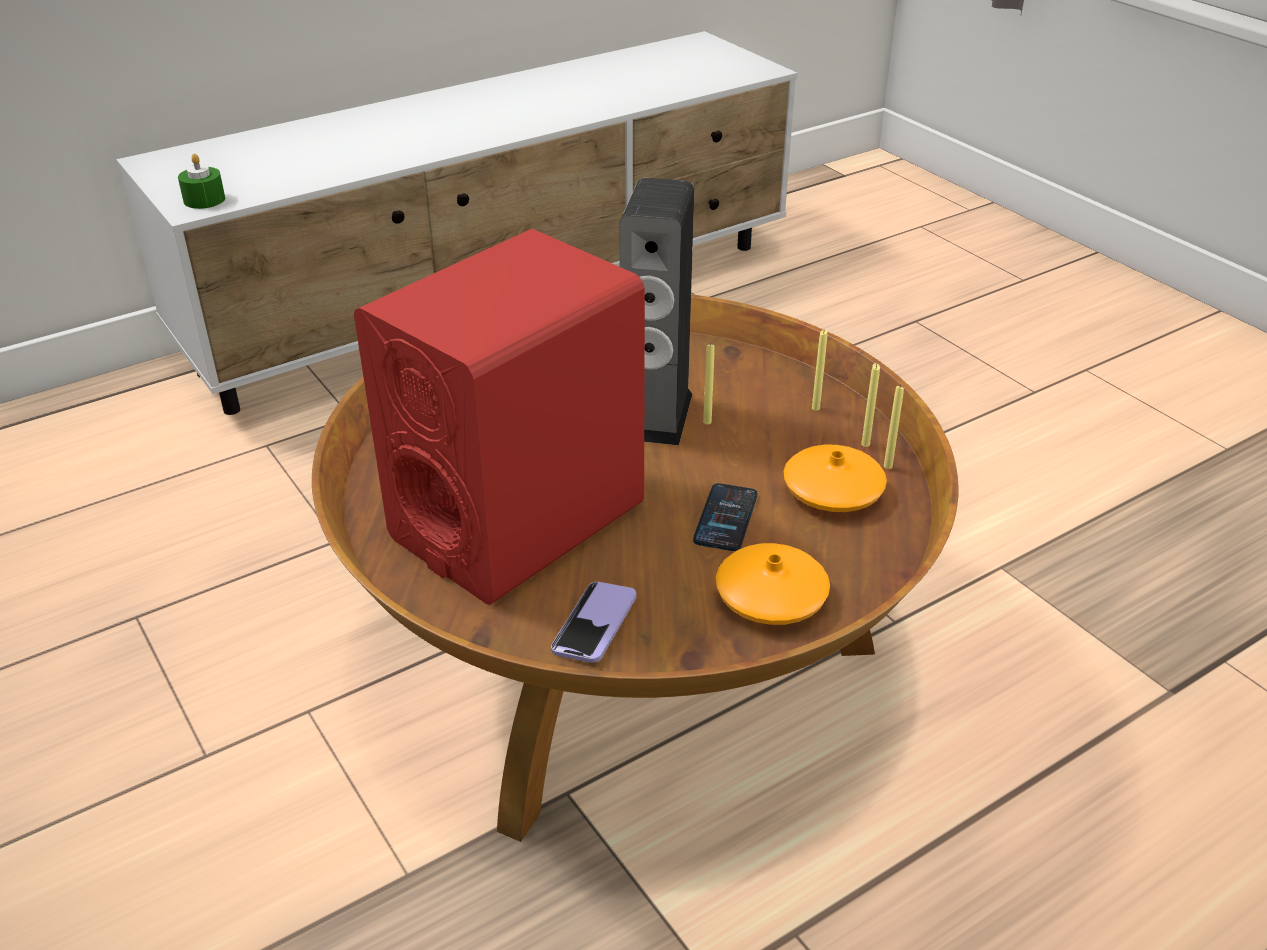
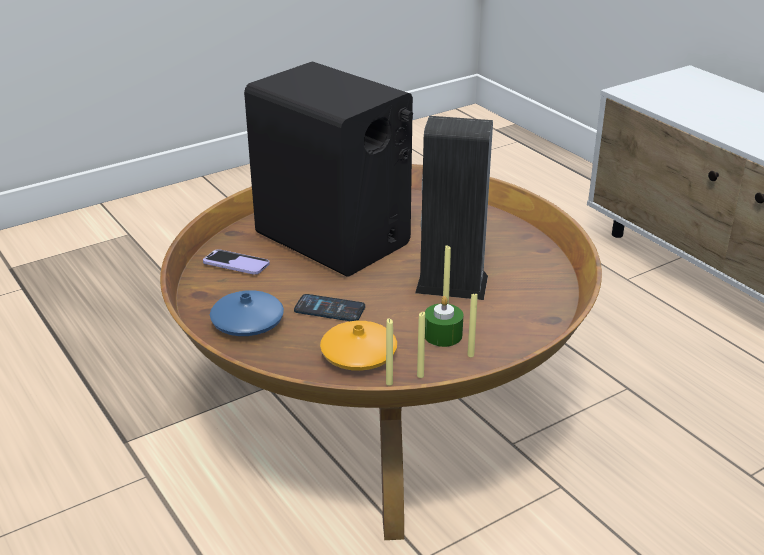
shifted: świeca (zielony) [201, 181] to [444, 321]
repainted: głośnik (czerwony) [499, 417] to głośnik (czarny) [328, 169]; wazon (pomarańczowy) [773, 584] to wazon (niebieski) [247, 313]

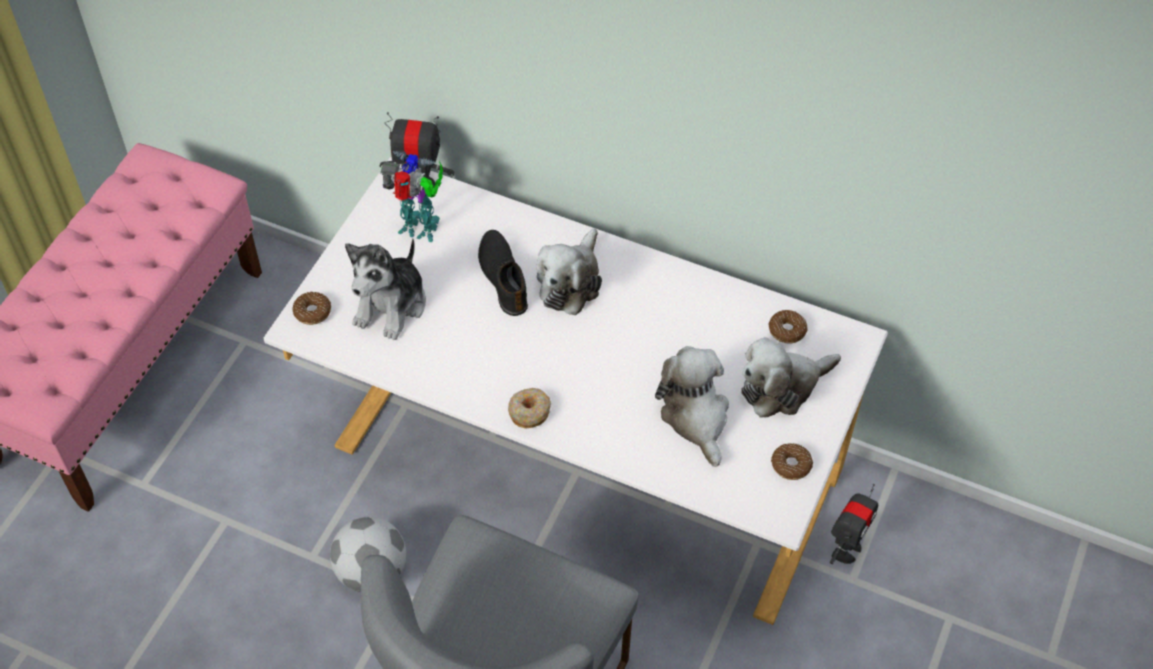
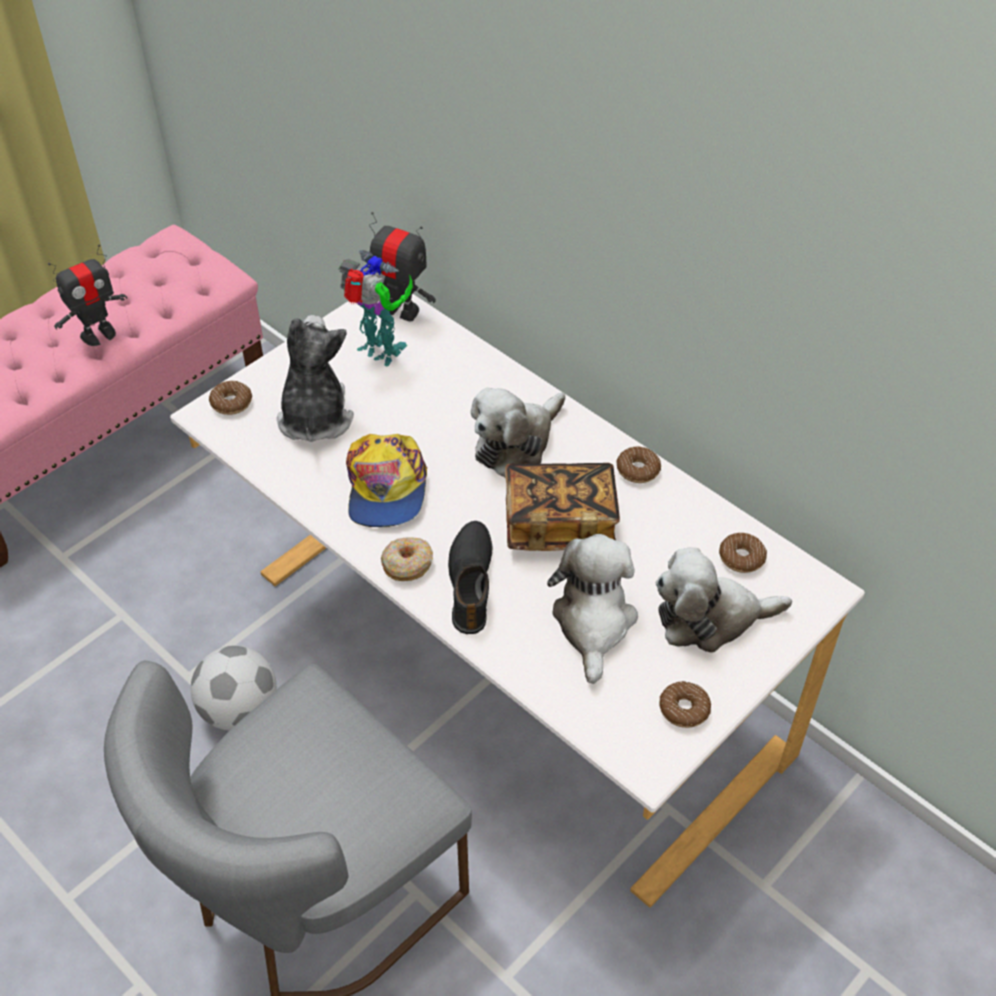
new: czapka z daszkiem [386, 480]; książka [562, 507]; donut [638, 465]
shifted: but (czarny) [503, 273] to [470, 577]; robot zabawkowy [854, 524] to [87, 295]
rotated: pluszak [385, 289] = [315, 378] 135 degrees clockwise

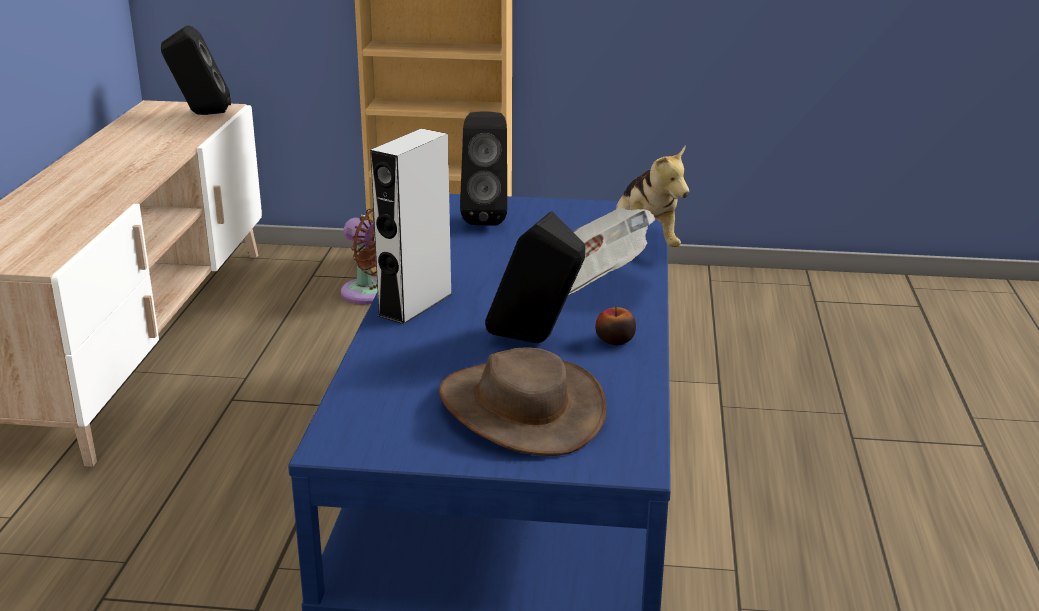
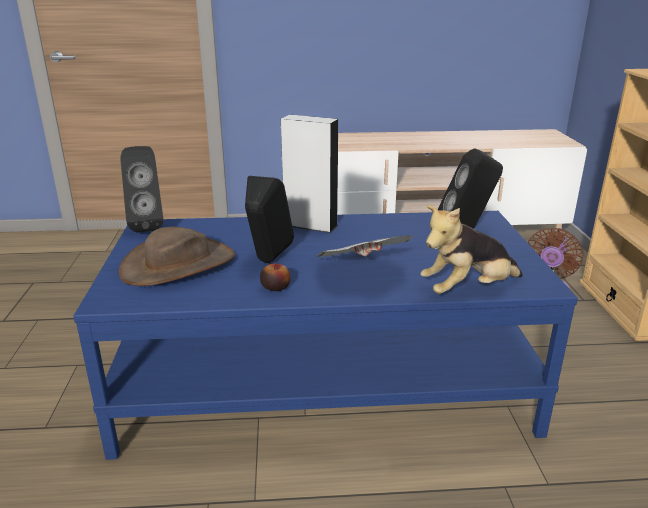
shifted: głośnik (czarny) [196, 70] to [142, 189]

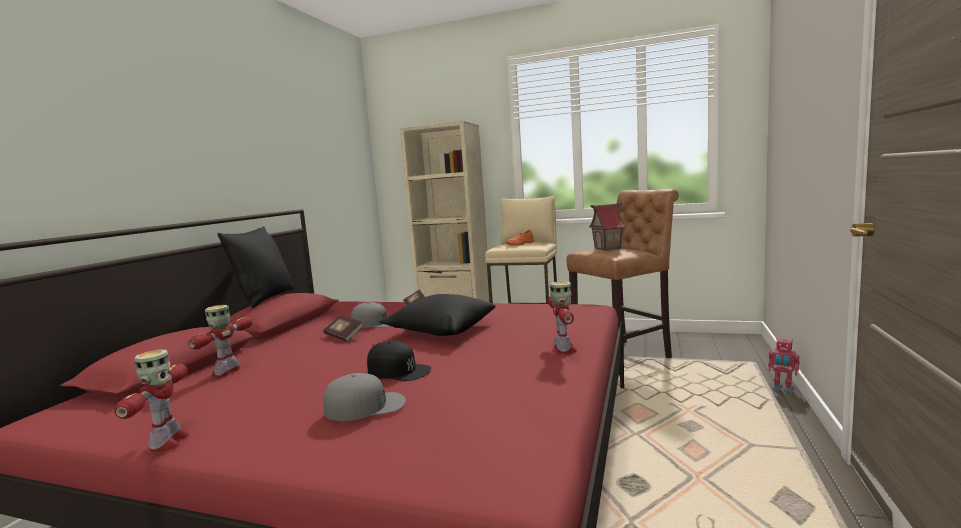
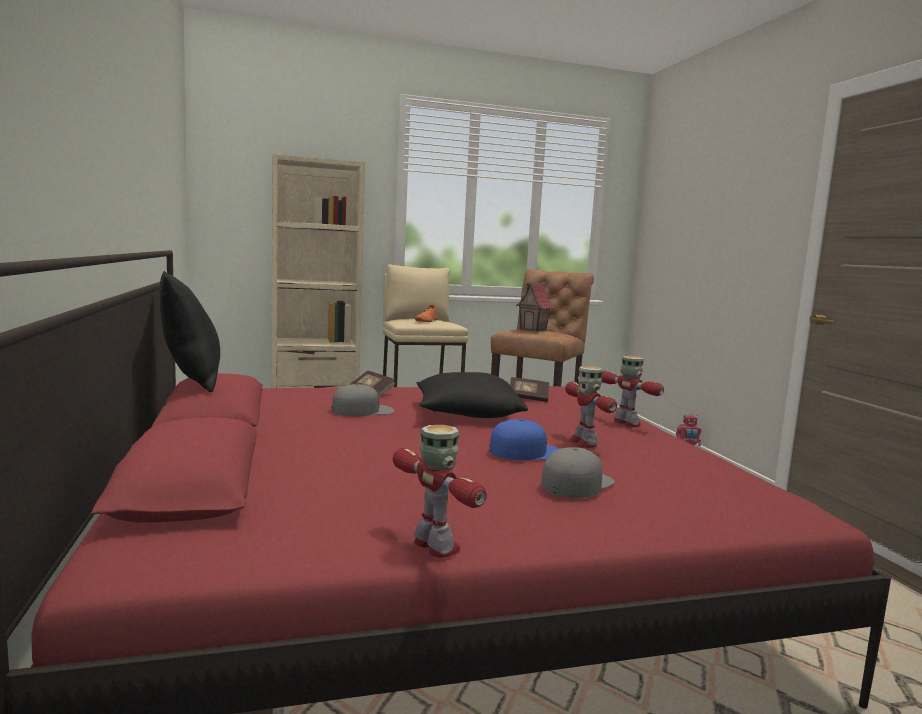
shifted: robot zabawkowy [220, 341] to [591, 407]; książka [343, 328] to [529, 389]
repainted: czapka z daszkiem (czarny) [399, 361] to czapka z daszkiem (niebieski) [524, 439]

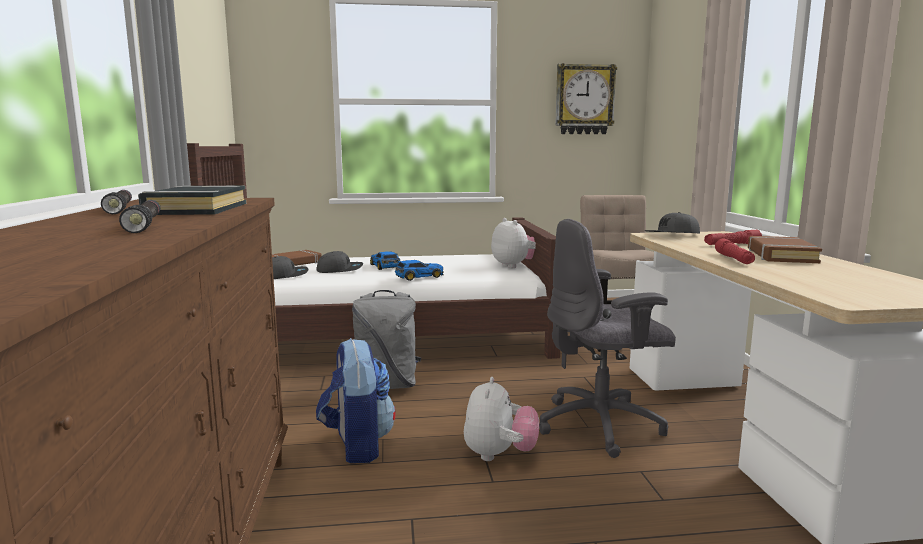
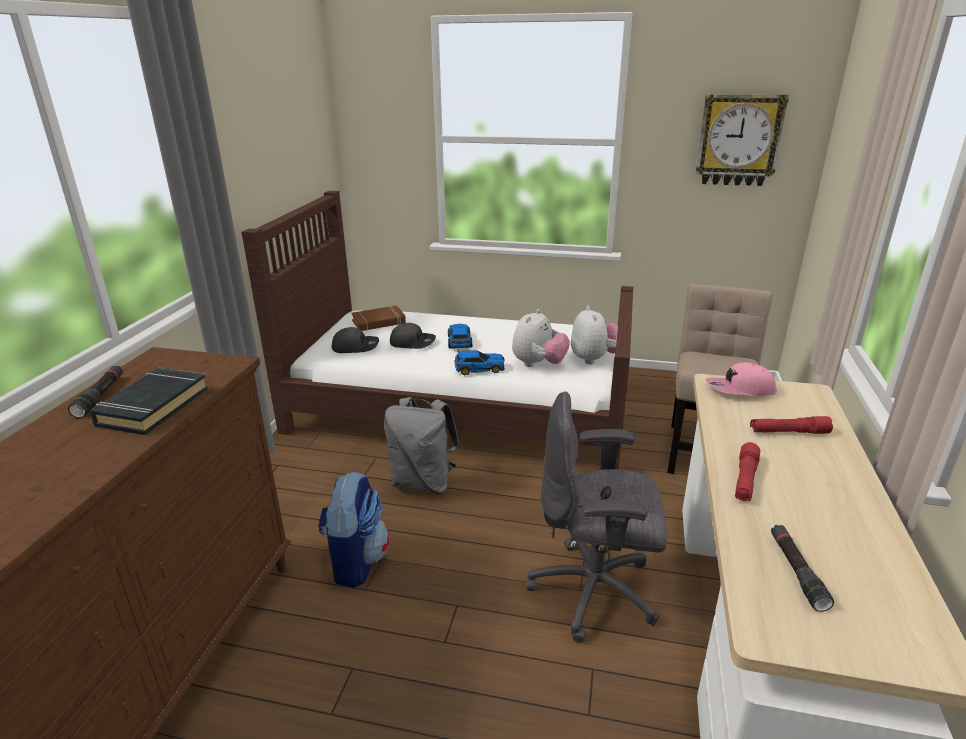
gone: książka (brązowy) [785, 249]
shifted: latarka (czarny) [140, 216] to [802, 568]; pluszak [501, 419] to [541, 338]
repainted: czapka z daszkiem (szary) [672, 223] to czapka z daszkiem (różowy) [741, 379]

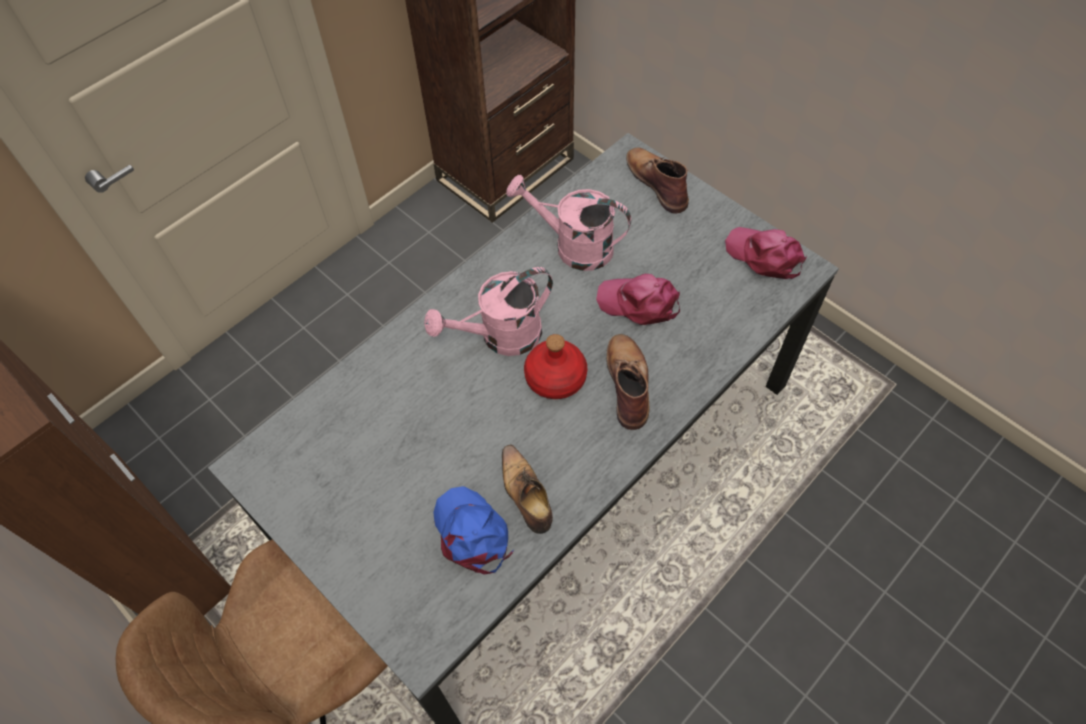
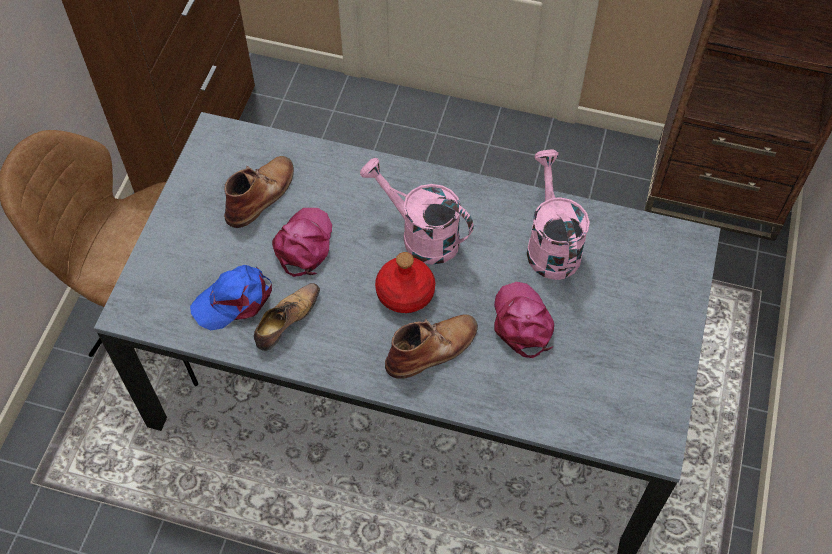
shifted: but z cholewką (brązowy) [657, 181] to [259, 192]; czapka z daszkiem (różowy) [766, 253] to [302, 242]
rotated: czapka z daszkiem (niebieski) [473, 530] = [231, 298] 150 degrees counterclockwise

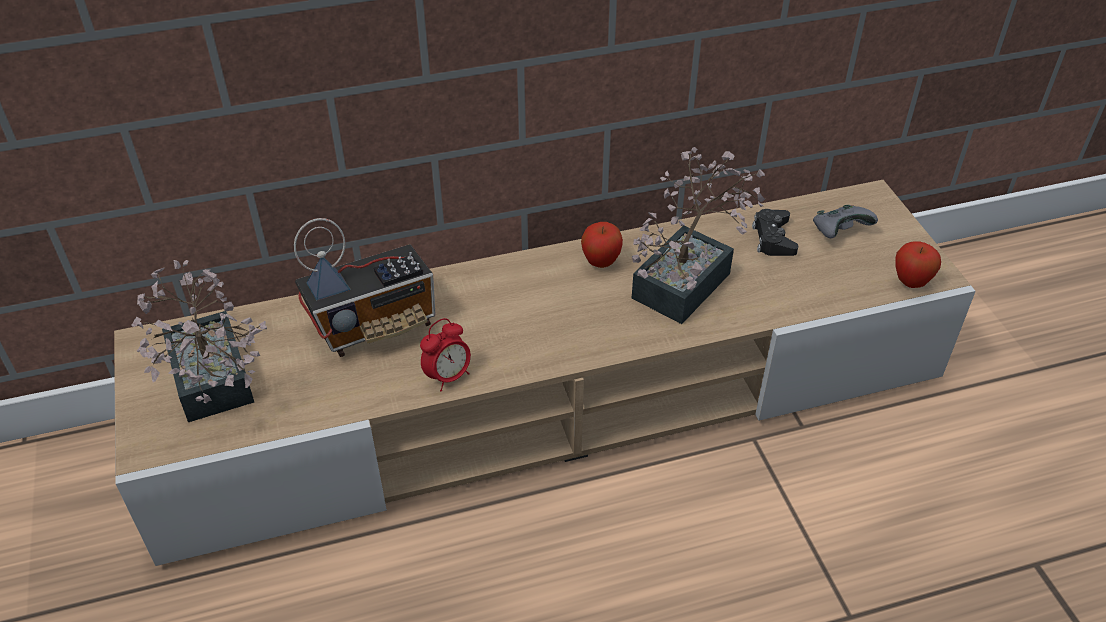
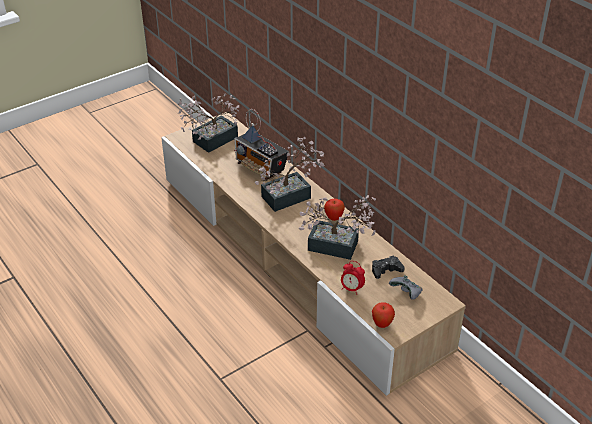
new: roślina doniczkowa [290, 174]
shifted: budzik [445, 355] to [353, 277]

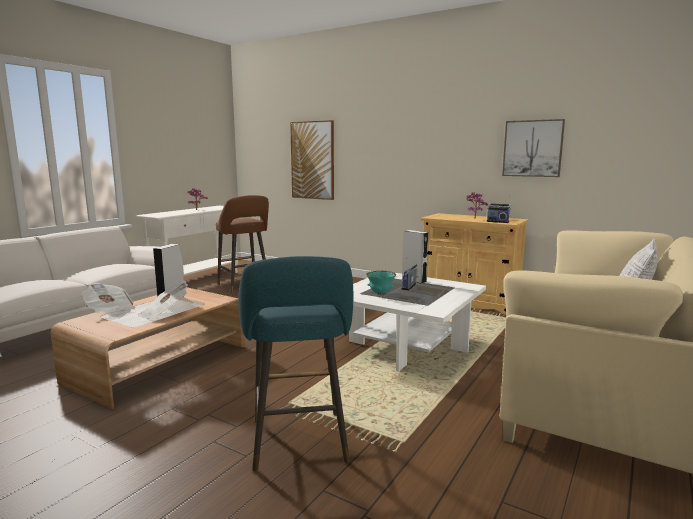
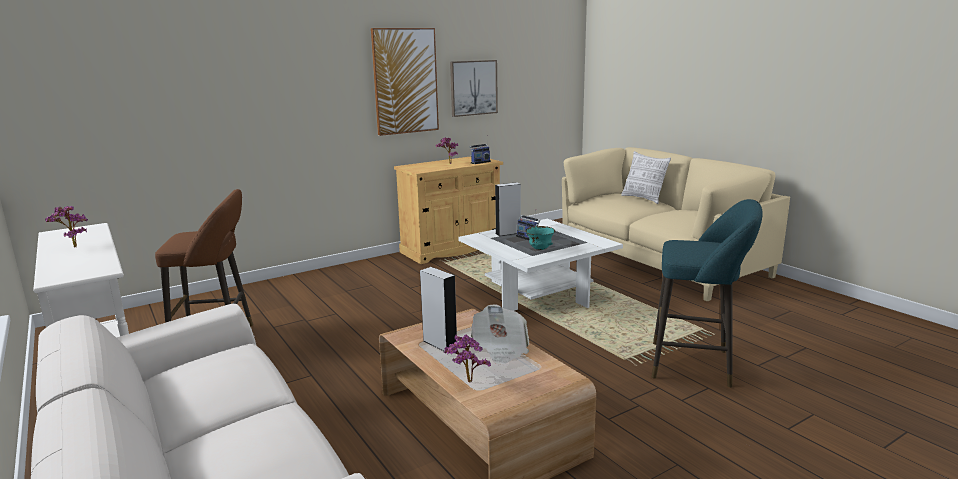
shifted: obraz [312, 160] to [405, 82]
swapped: gazeta [108, 301] to roślina doniczkowa [467, 358]

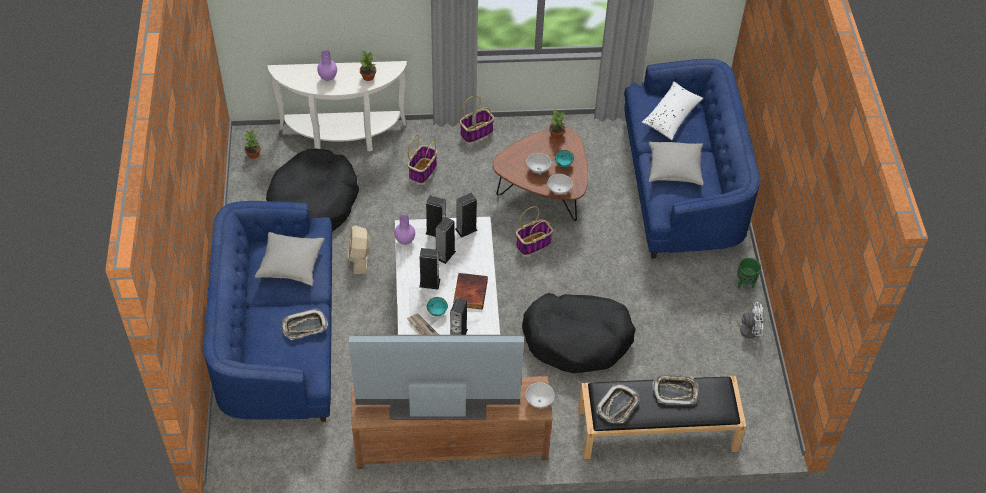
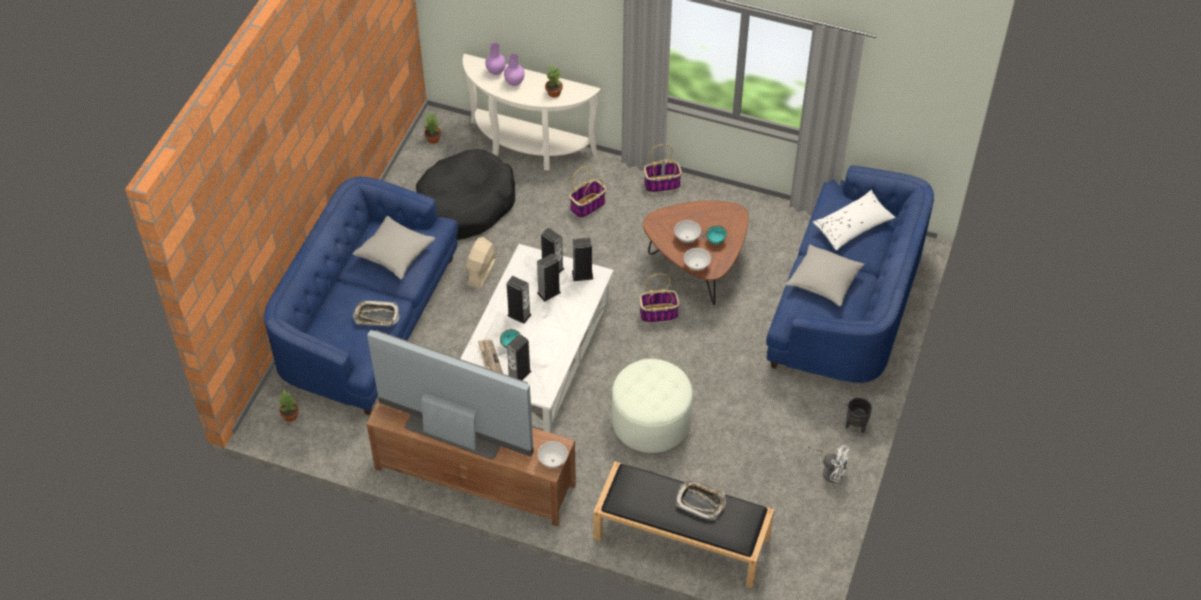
gone: książka [470, 291]; taca [618, 403]
shifted: wazon (fioletowy) [404, 230] to [495, 59]; roślina doniczkowa [557, 124] to [289, 406]
swapped: legowisko (czarny) [579, 333] to pufa (biały) [652, 406]
repainted: donica (zielony) [749, 273] to donica (czarny) [859, 415]

